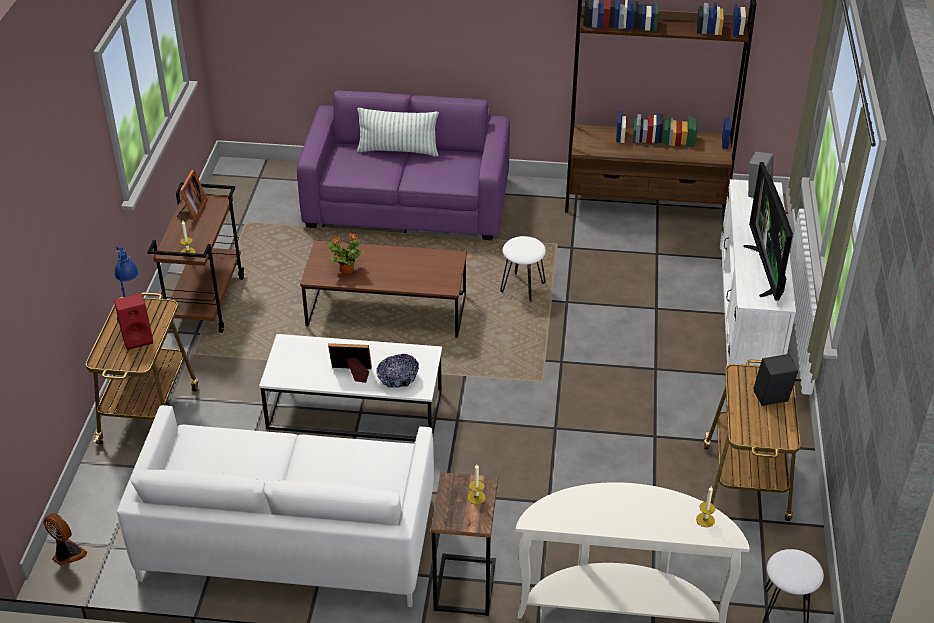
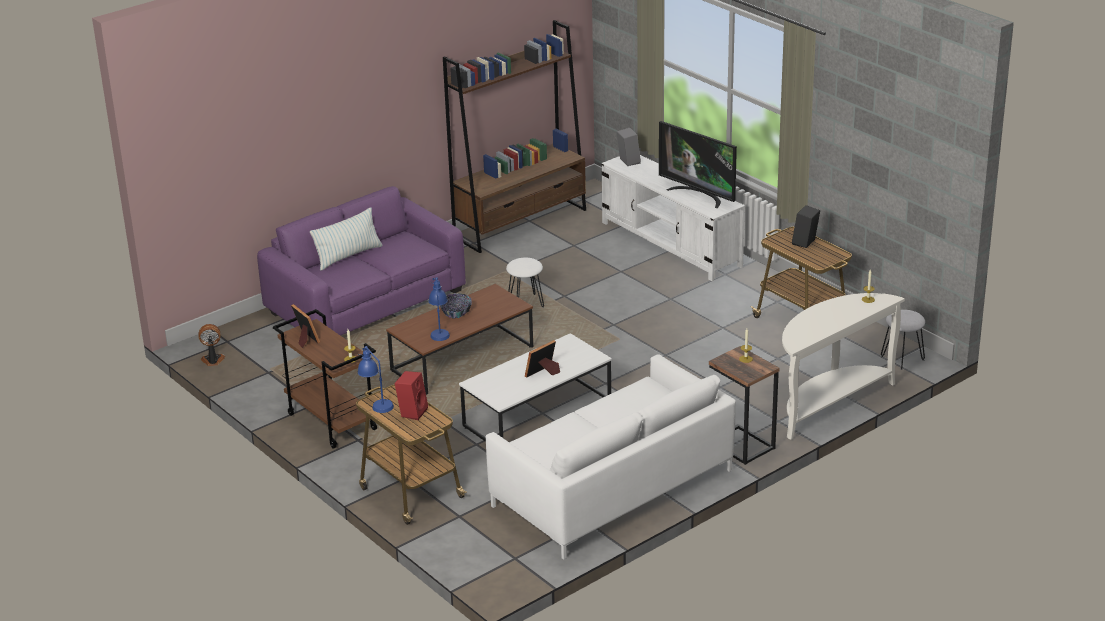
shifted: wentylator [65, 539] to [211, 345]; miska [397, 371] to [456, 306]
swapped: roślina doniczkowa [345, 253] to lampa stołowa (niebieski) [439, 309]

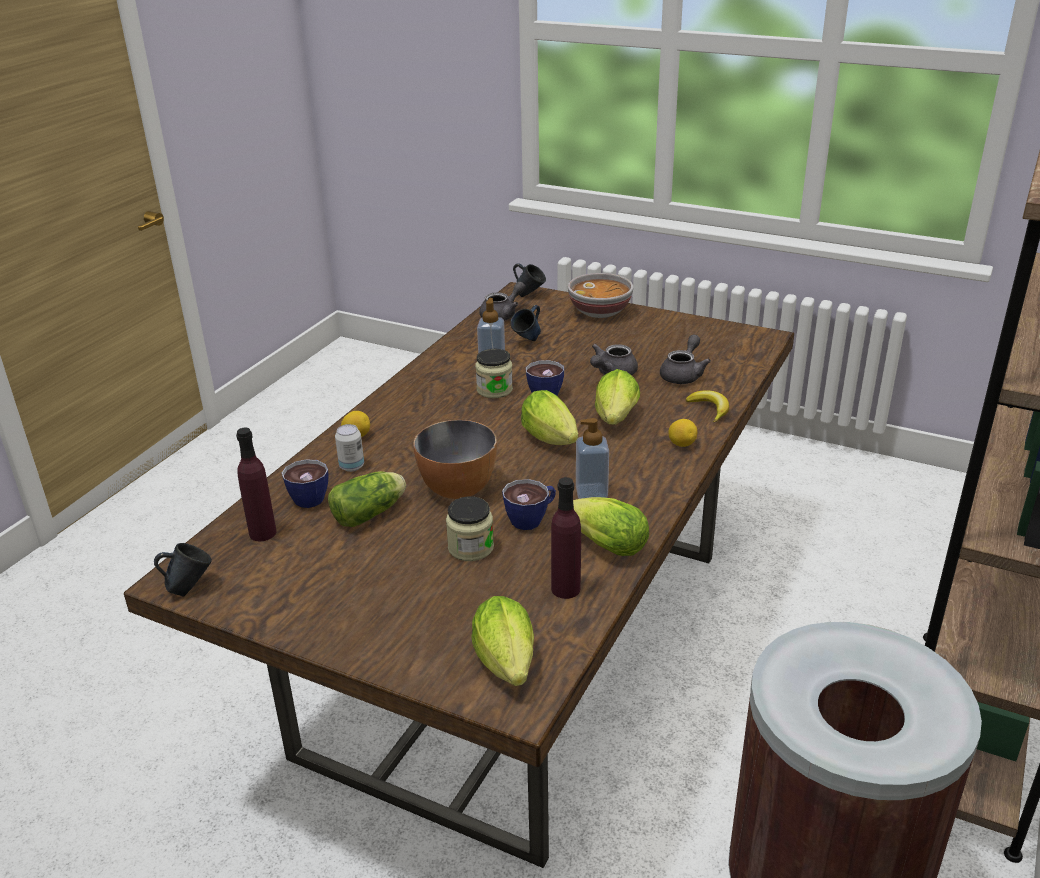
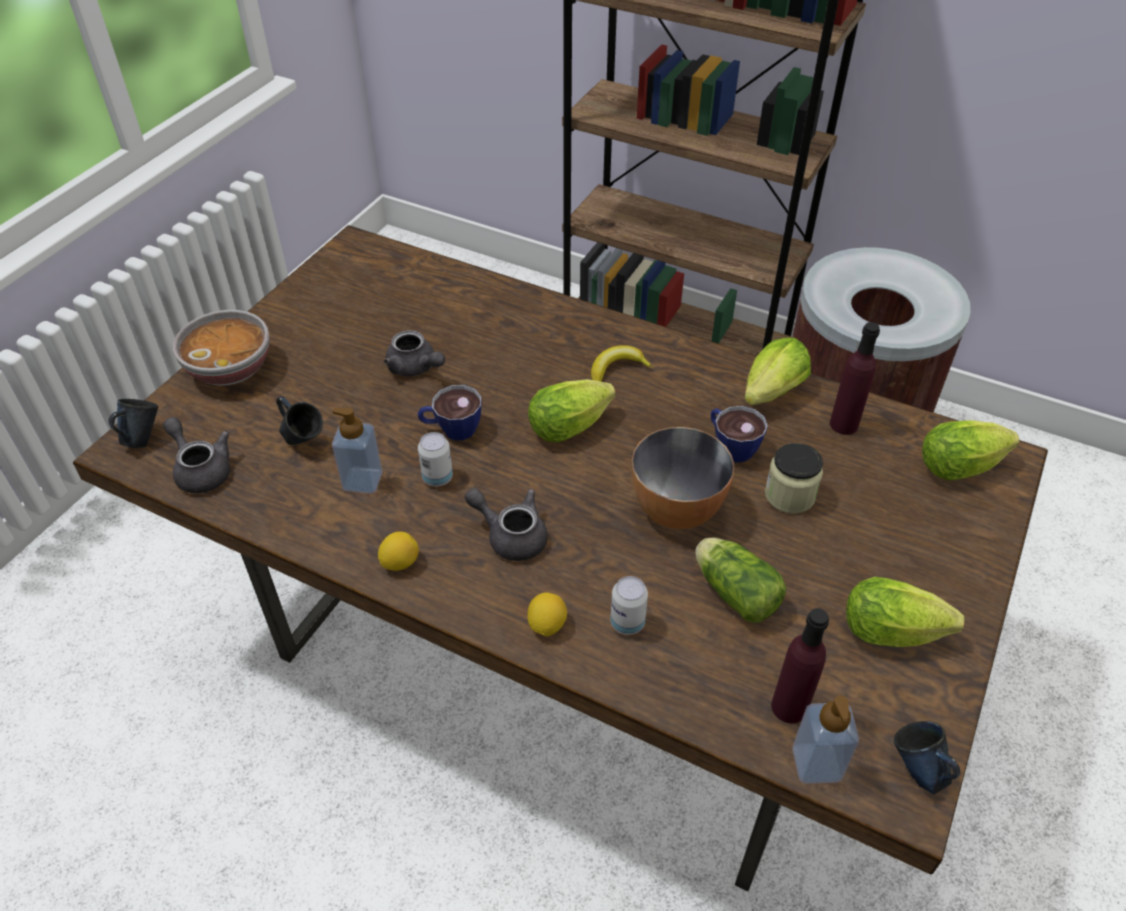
gone: filiżanka [305, 483]
shifted: dozownik mydła [592, 458] to [825, 739]; sałata [617, 397] to [905, 612]; imbryk (szary) [685, 359] to [506, 524]; cytryna [683, 433] to [398, 551]; banan [707, 406] to [622, 363]
swapped: słoik [494, 373] to puszka [435, 459]

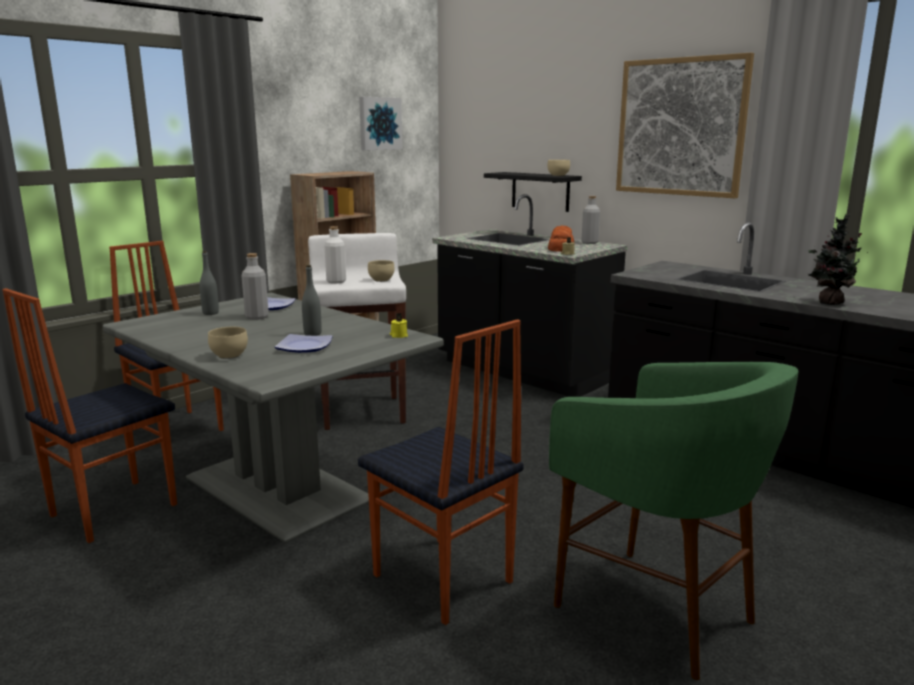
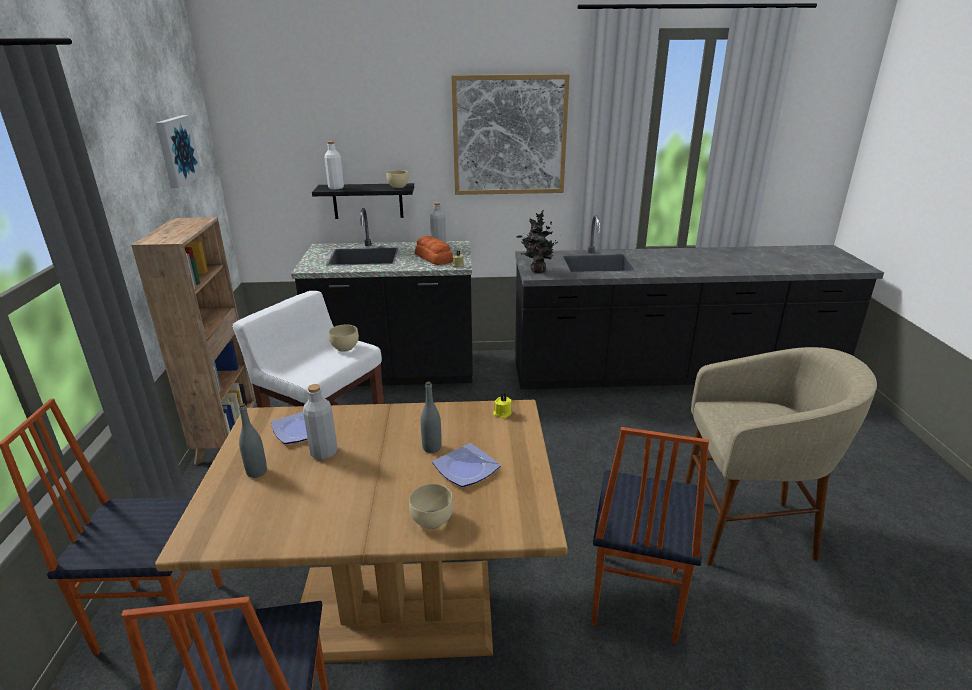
shifted: butelka (biały) [335, 255] to [334, 165]; roślina doniczkowa [838, 259] to [537, 241]
repainted: stół jadalny (szary) [273, 418] to stół jadalny (brązowy) [361, 531]; stołek (zielony) [674, 521] to stołek (beżowy) [781, 456]
rotated: krzesło [441, 472] = [650, 535] 105 degrees clockwise

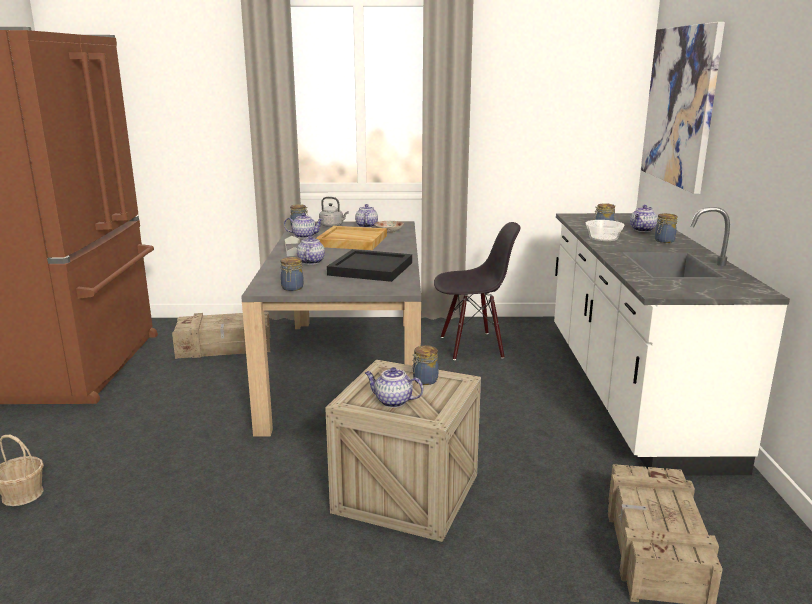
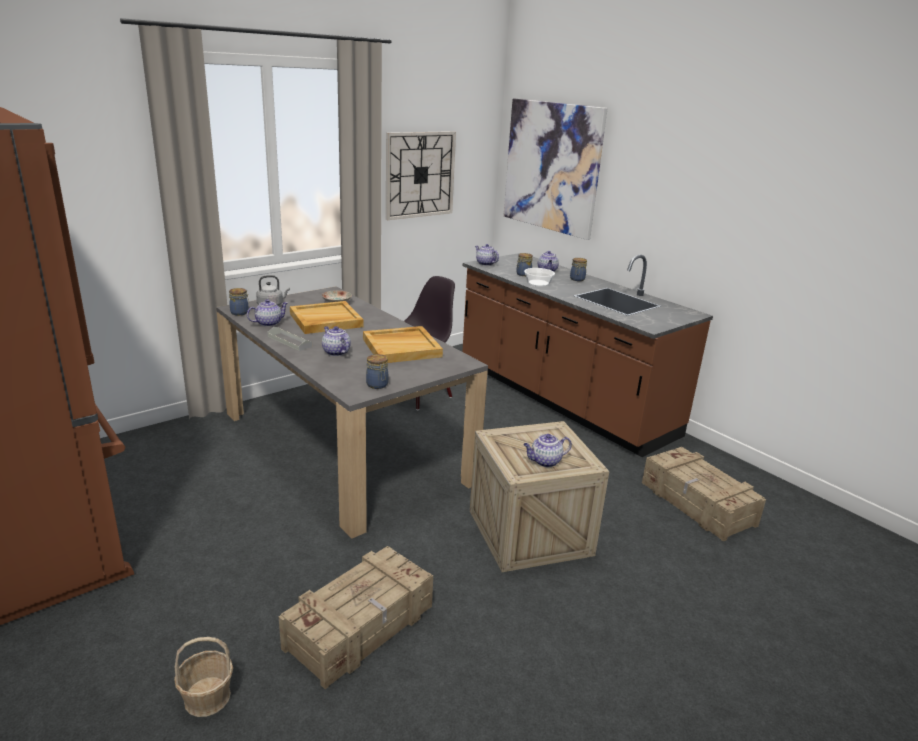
gone: słoik [425, 365]
new: zegar ścienny [421, 175]
shifted: skrzynka [221, 335] to [356, 617]; imbryk [366, 216] to [487, 255]
repainted: taca (czarny) [369, 265] to taca (beżowy) [403, 344]; zabudowa kuchenna (biały) [672, 341] to zabudowa kuchenna (brązowy) [587, 355]

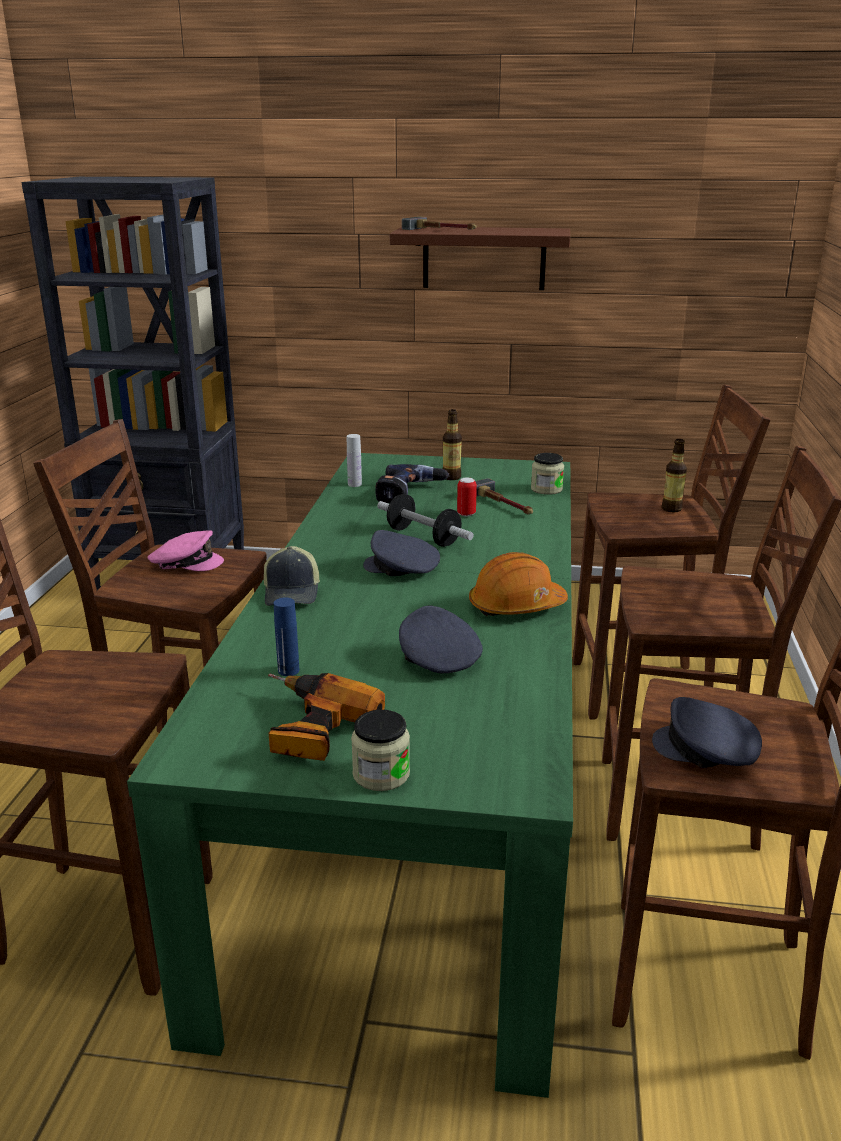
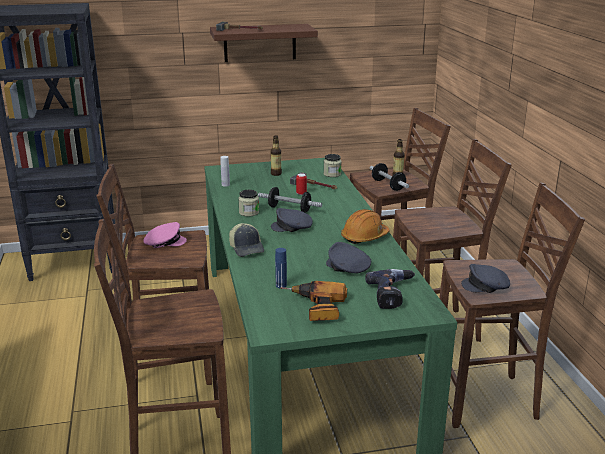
new: hantel [389, 177]
shifted: słoik [380, 750] to [248, 203]; wiertarka [412, 483] to [390, 289]

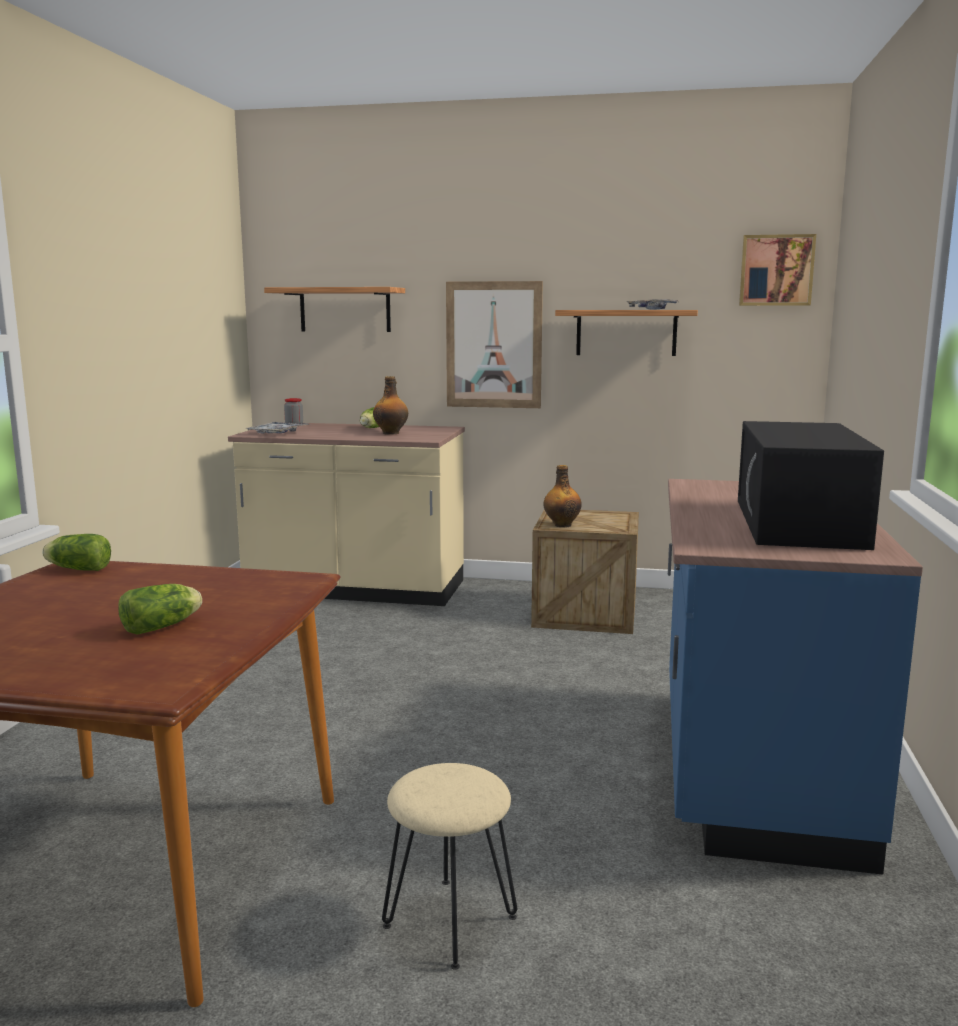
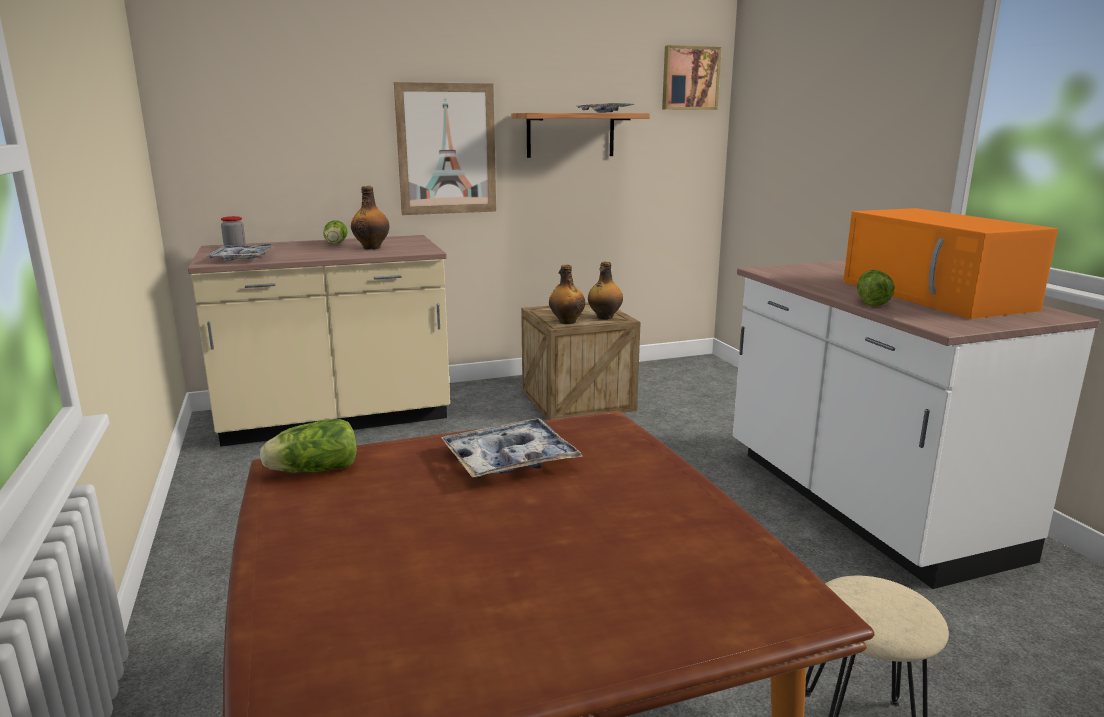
gone: półka [334, 309]
new: taca [512, 449]; butelka [605, 290]
shifted: sałata [160, 609] to [876, 288]
repainted: zabudowa kuchenna (niebieski) [795, 677] to zabudowa kuchenna (biały) [916, 425]; mikrofalówka (czarny) [811, 485] to mikrofalówka (pomarańczowy) [950, 263]

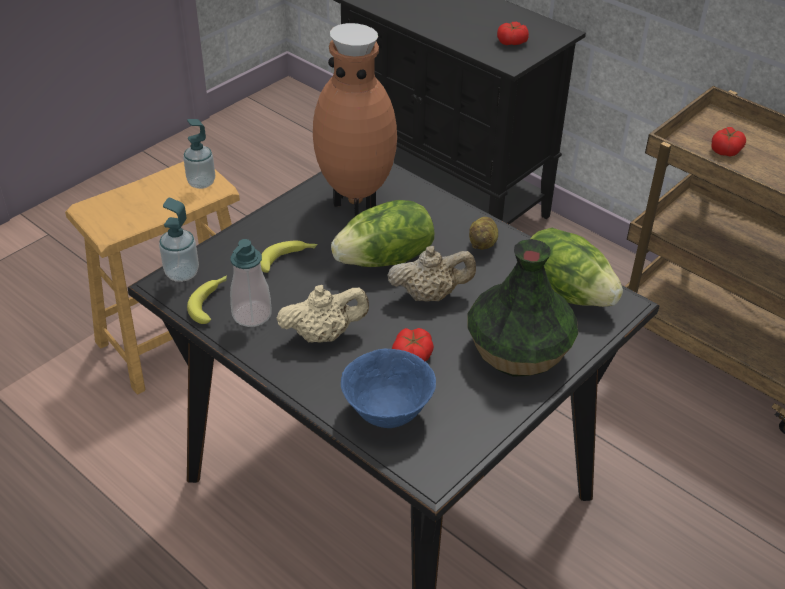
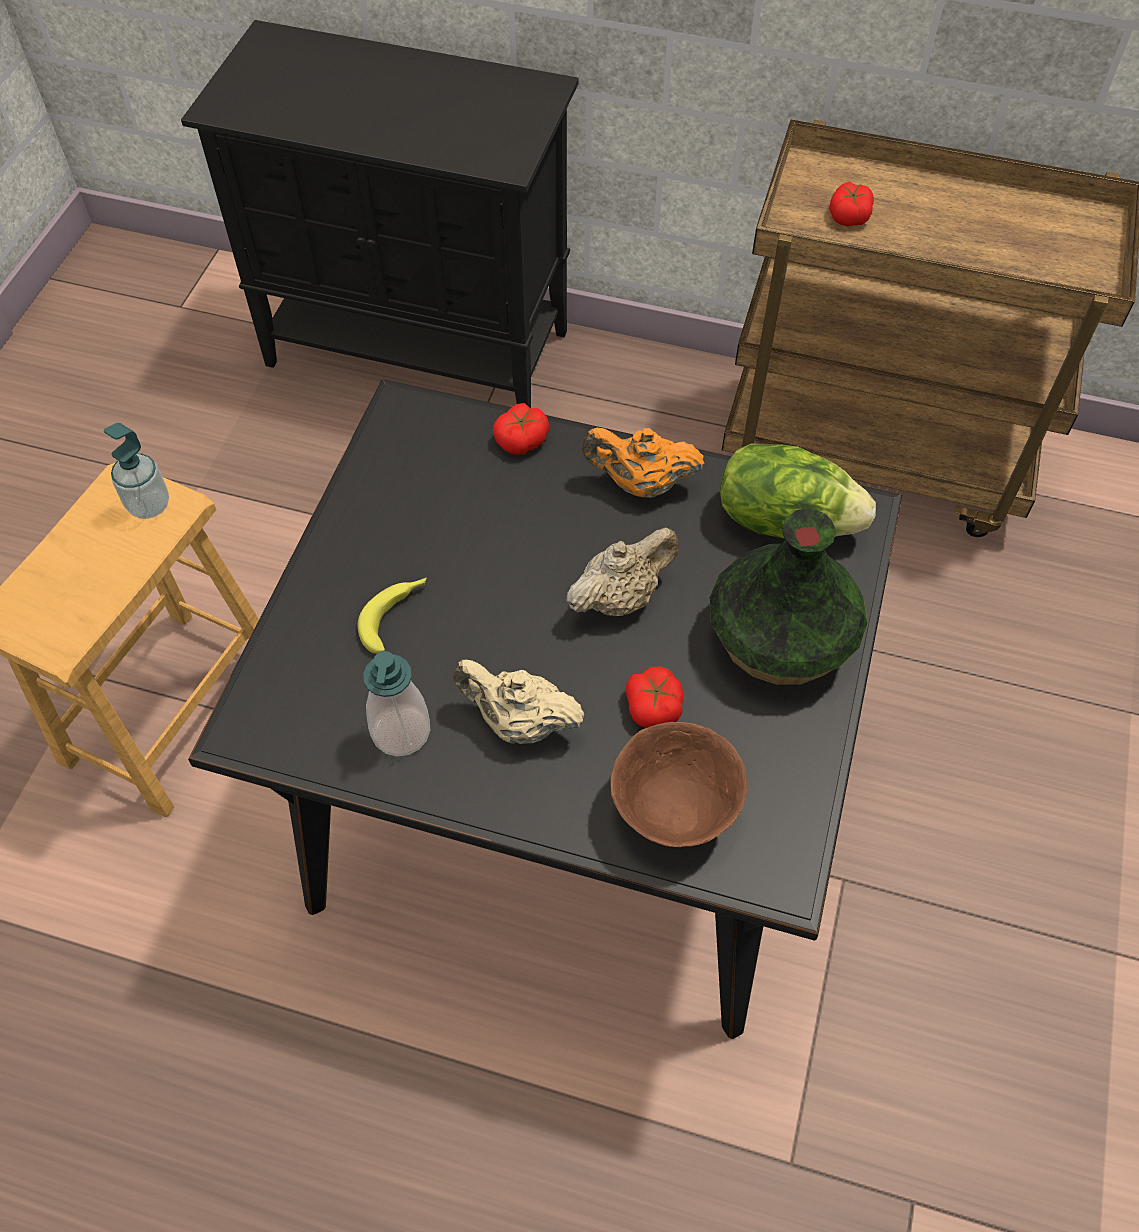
gone: dozownik mydła [179, 240]; banan [207, 300]; wazon (brązowy) [355, 120]; sałata [382, 233]
shifted: pomidor [513, 33] to [521, 429]
swapped: ziemniak [483, 233] to imbryk (pomarańczowy) [643, 463]
repainted: miska (niebieski) [388, 388] to miska (brązowy) [678, 784]
rotated: imbryk (beżowy) [322, 314] = [518, 701] 120 degrees counterclockwise

